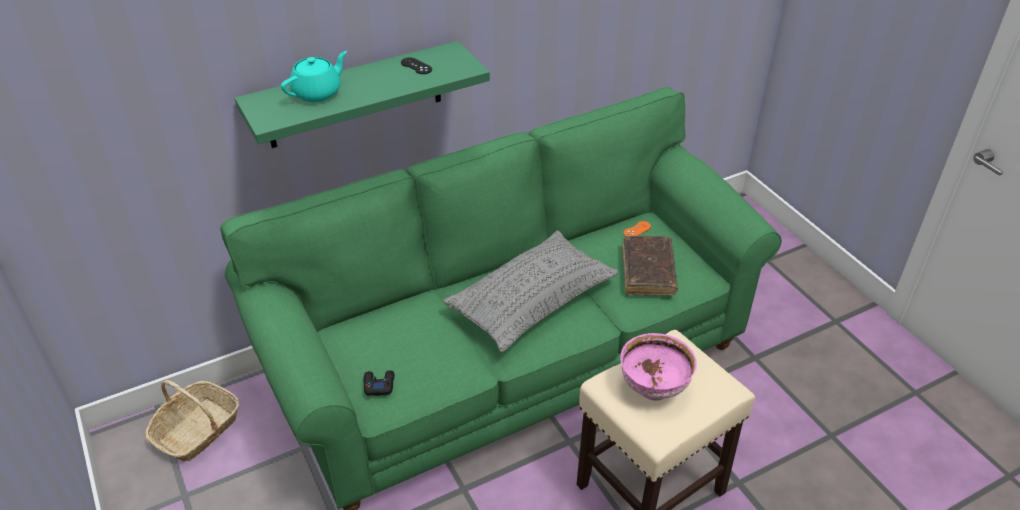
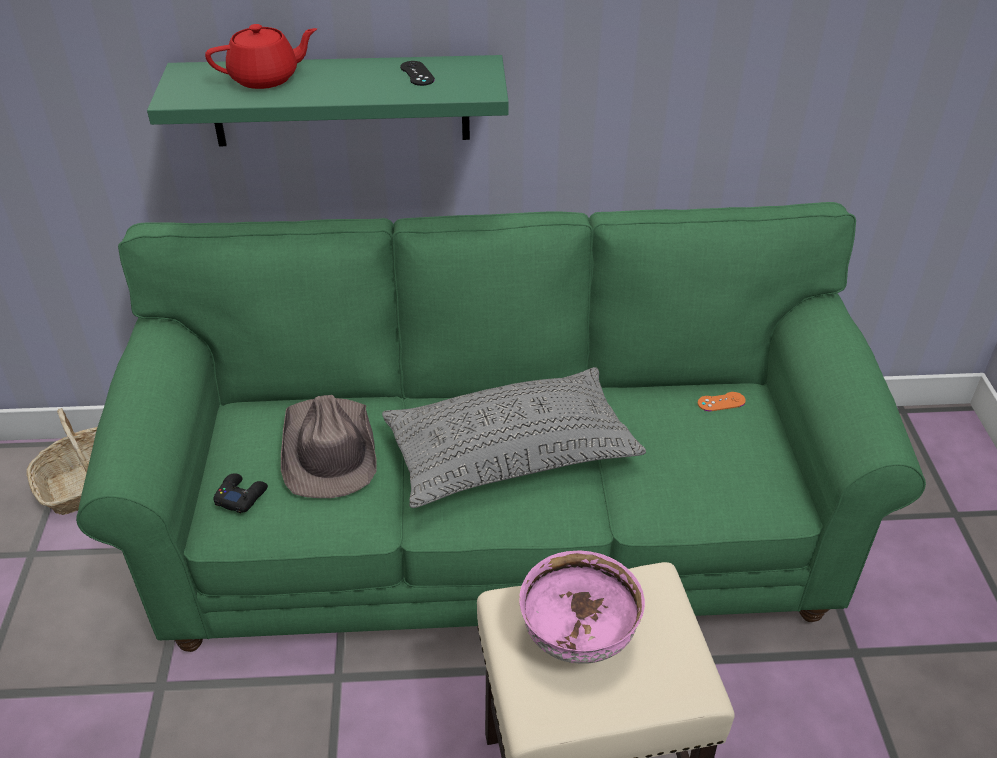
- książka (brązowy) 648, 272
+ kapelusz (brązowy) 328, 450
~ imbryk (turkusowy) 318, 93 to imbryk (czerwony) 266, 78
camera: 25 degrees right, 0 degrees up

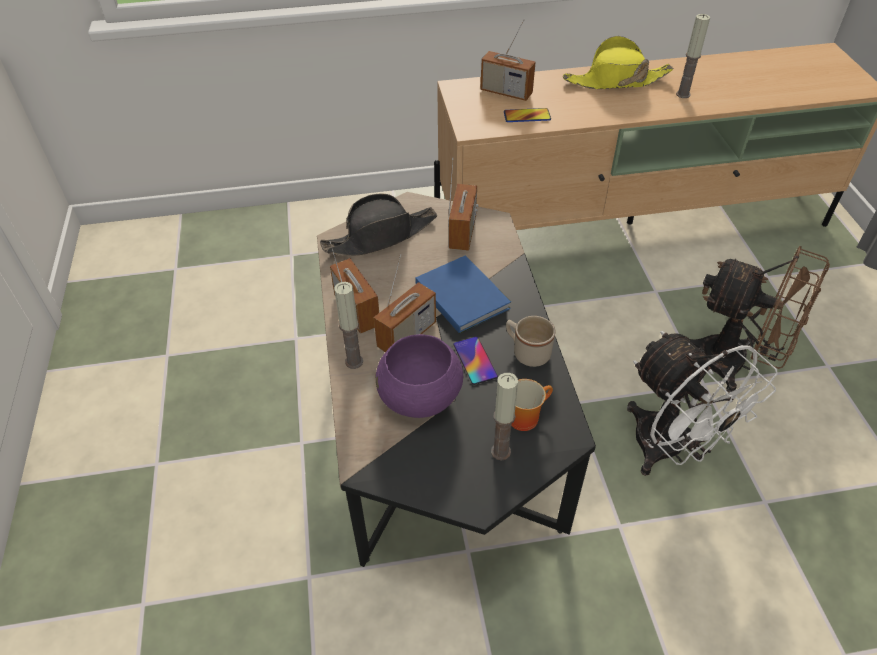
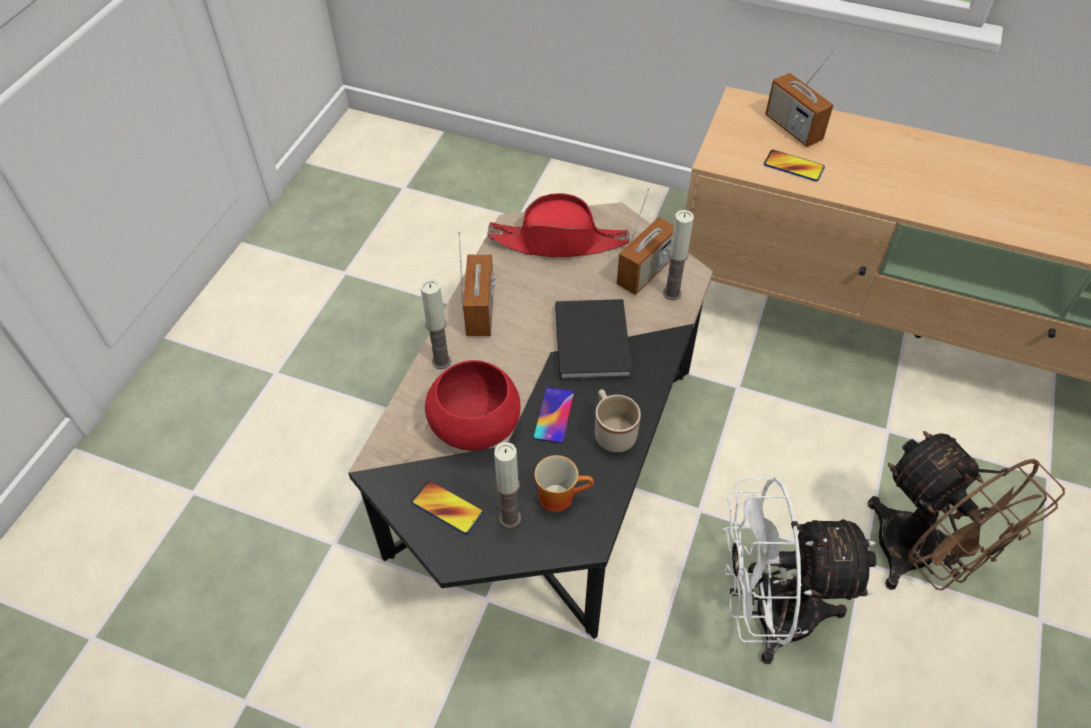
- radio 407, 335
- kapelusz (żółty) 616, 81
+ telefon 447, 508
~ świeca 683, 94 to 672, 293
~ kapelusz (czarny) 381, 236 to kapelusz (czerwony) 559, 241
~ miska (fioletowy) 421, 398 to miska (czerwony) 475, 427
~ książka (niebieski) 462, 294 to książka (czarny) 593, 340
~ wentylator (biały) 670, 450 = 766, 613 90 degrees clockwise
camera: 30 degrees right, 5 degrees up

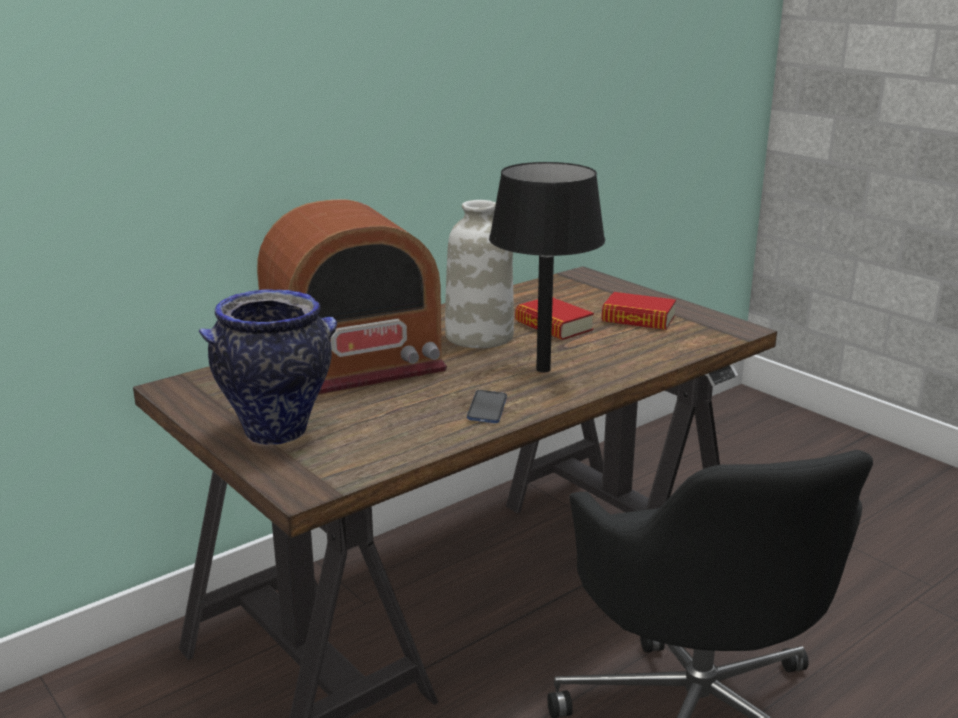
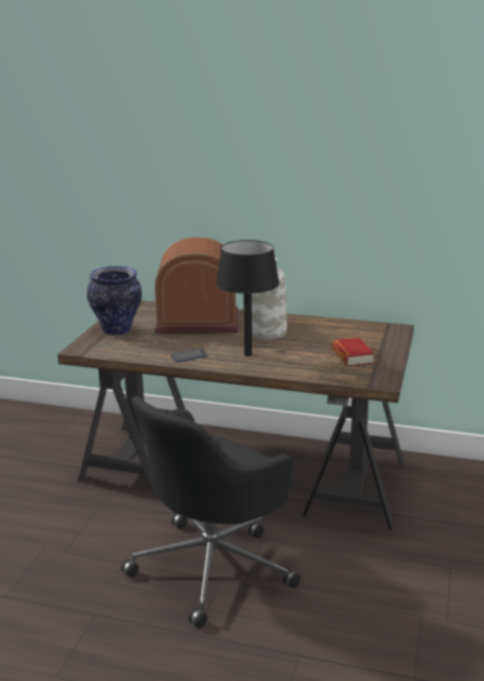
- książka 553, 326
~ radio 352, 363 = 197, 321 150 degrees clockwise
camera: 55 degrees right, 0 degrees up

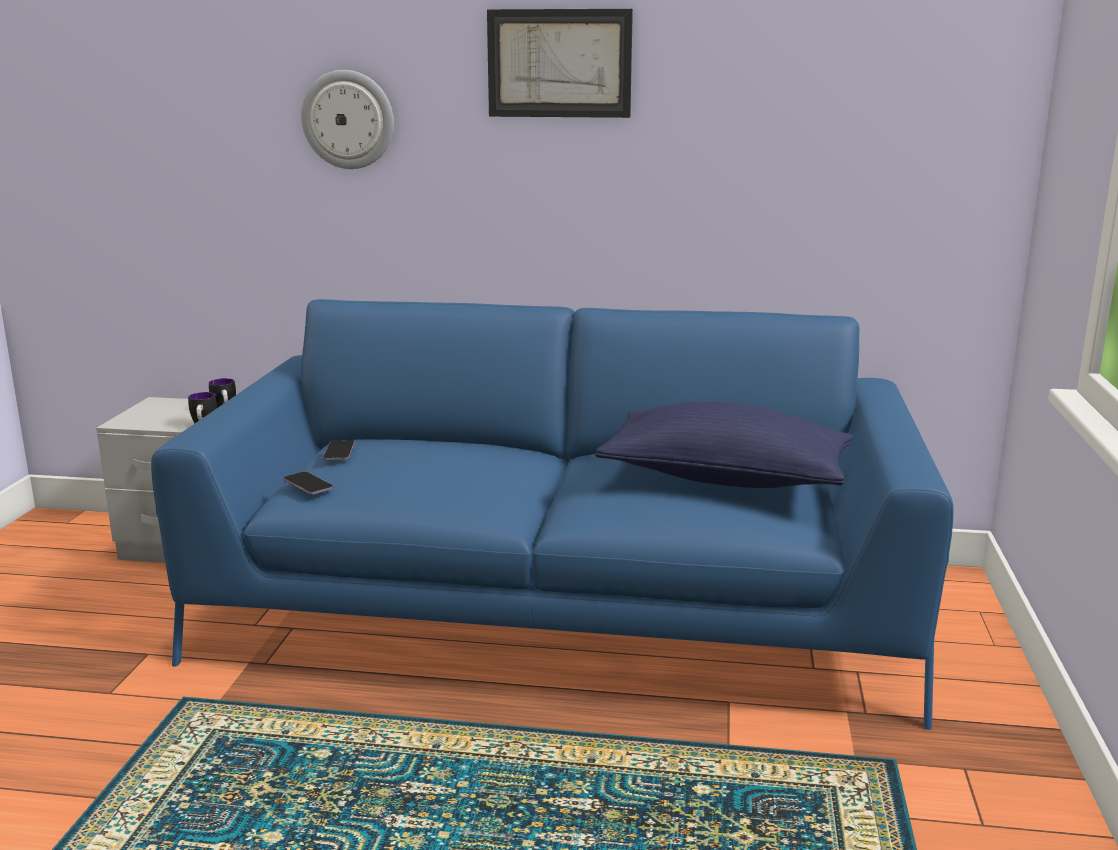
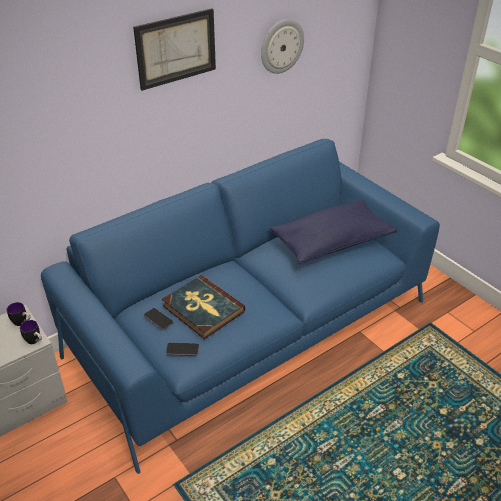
+ książka 203, 309
~ zegar ścienny 348, 119 to 281, 46
camera: 45 degrees left, 20 degrees up

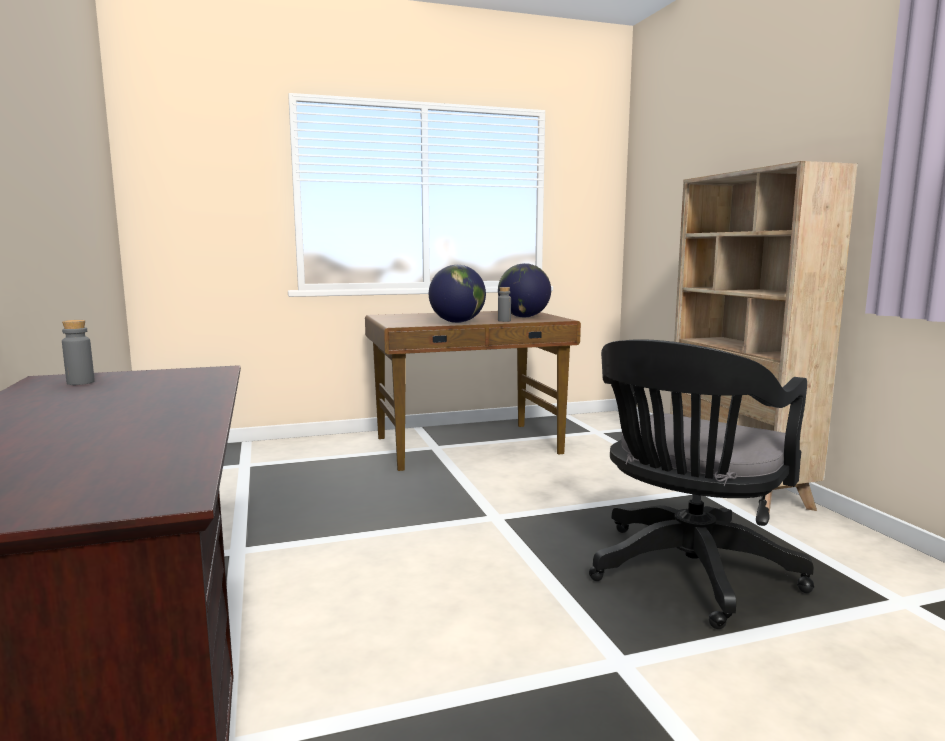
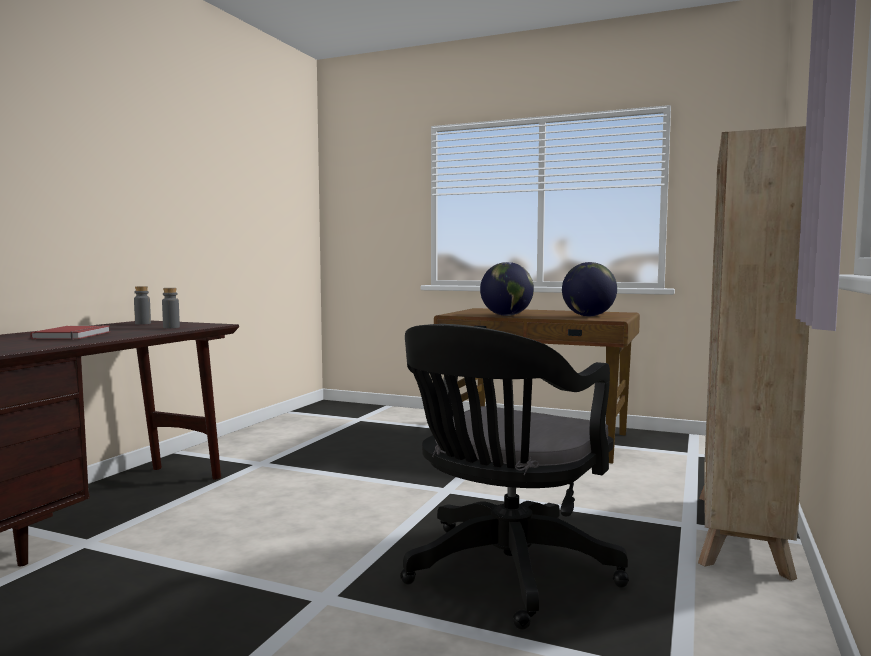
+ książka (czerwony) 75, 335
~ butelka (szary) 504, 321 to 171, 327
~ krzesło biurowe (czarny) 687, 575 = 504, 574 45 degrees counterclockwise
camera: 40 degrees right, 5 degrees down

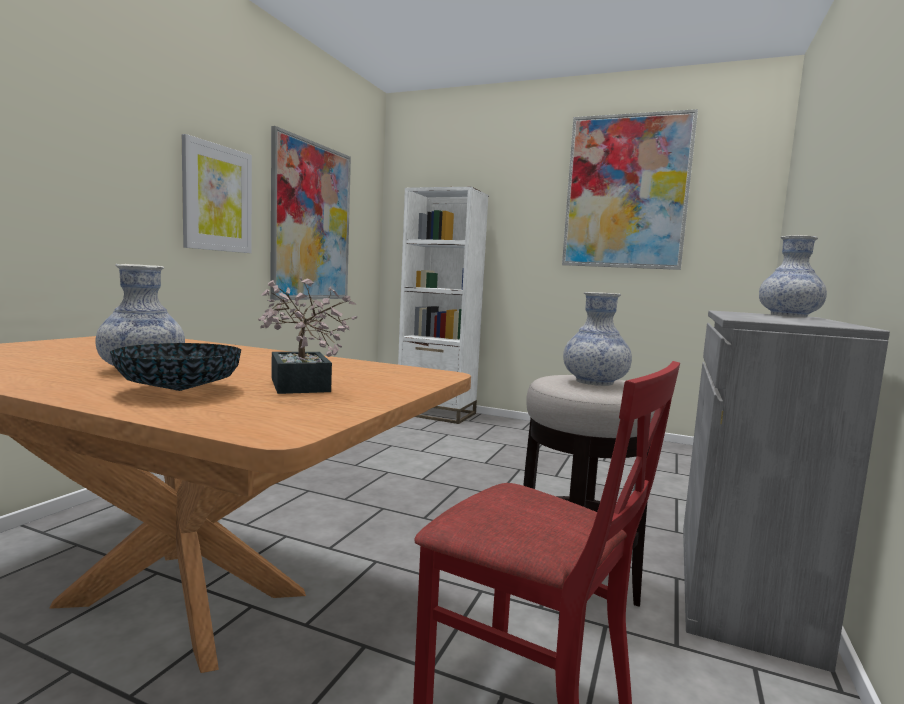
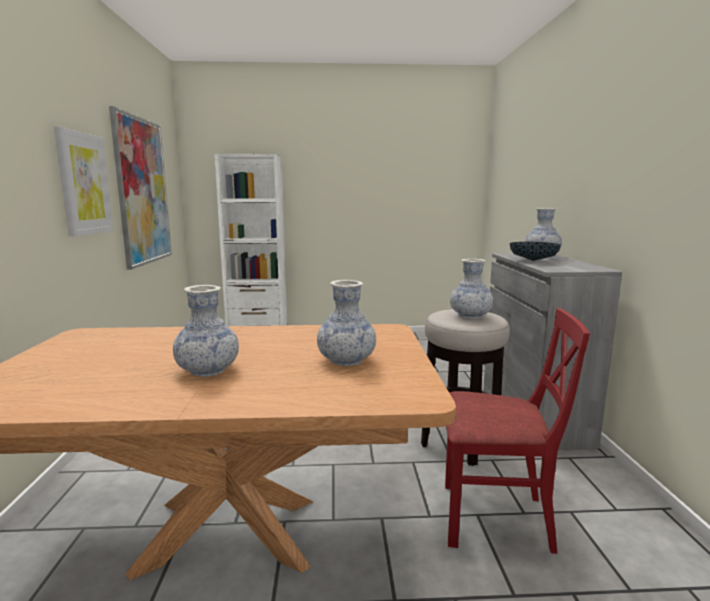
- obraz 626, 192
~ miska 179, 390 to 533, 260
~ roślina doniczkowa 300, 387 to wazon 346, 360
camera: 25 degrees left, 5 degrees up

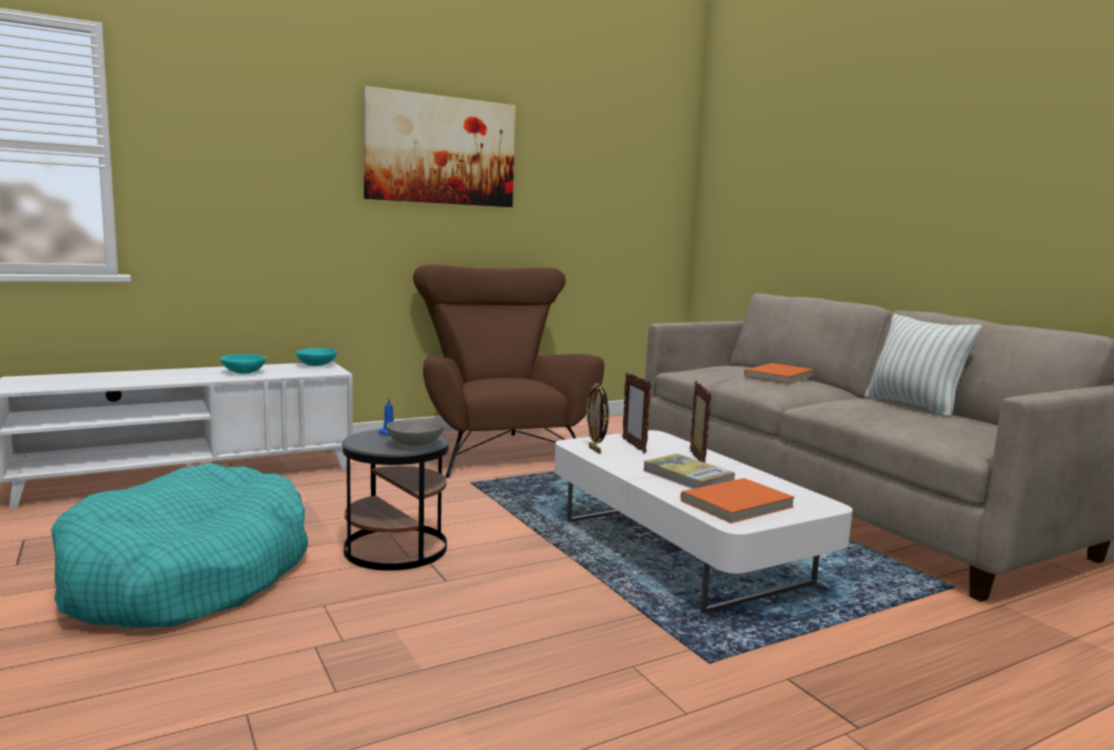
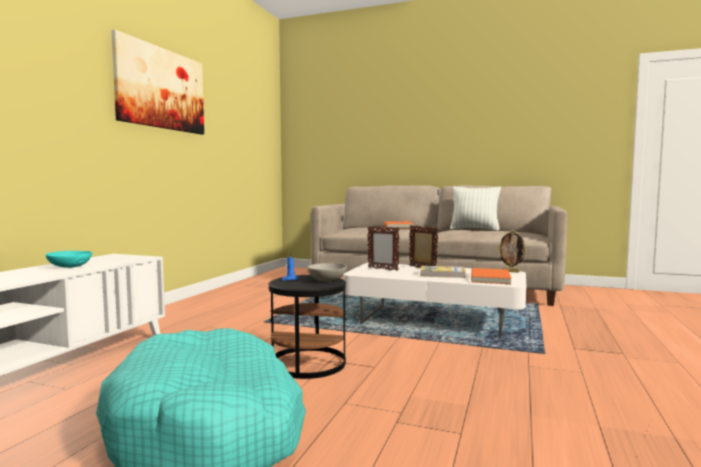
- miska (turkusowy) 317, 365
- fotel (brązowy) 498, 449
~ ramka na zdjęcie 595, 450 to 511, 271
camera: 40 degrees left, 5 degrees down

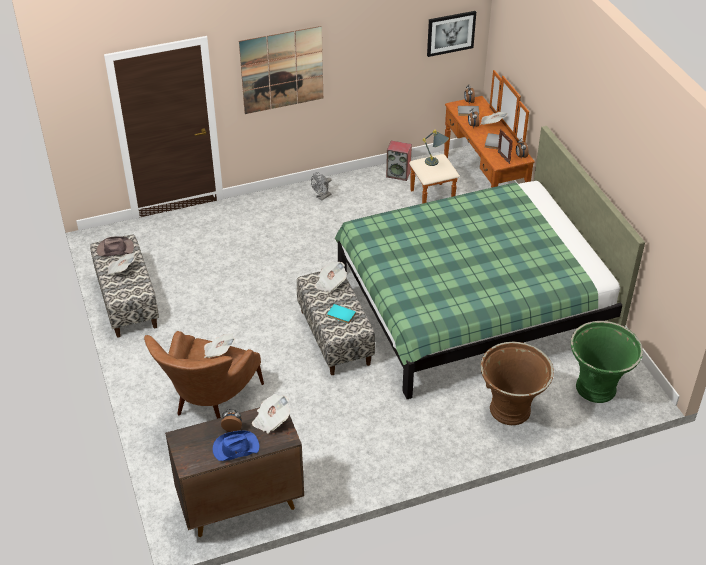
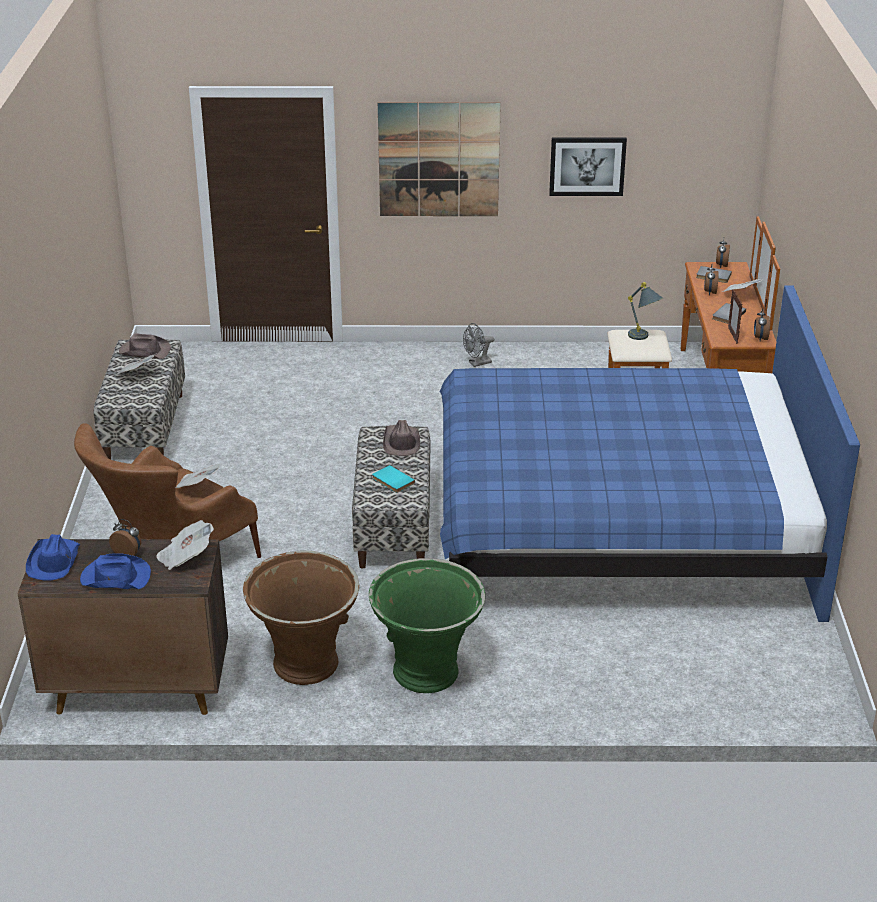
- głośnik 398, 174
+ kapelusz (niebieski) 53, 561
~ obraz 450, 33 to 587, 166
~ donica (brązowy) 510, 410 to 305, 665
~ donica (zielony) 597, 388 to 427, 673
~ gazeta 330, 283 to kapelusz (brązowy) 401, 442
~ łóżko (zielony) 473, 302 to łóżko (niebieski) 620, 526
camera: 20 degrees right, 10 degrees down

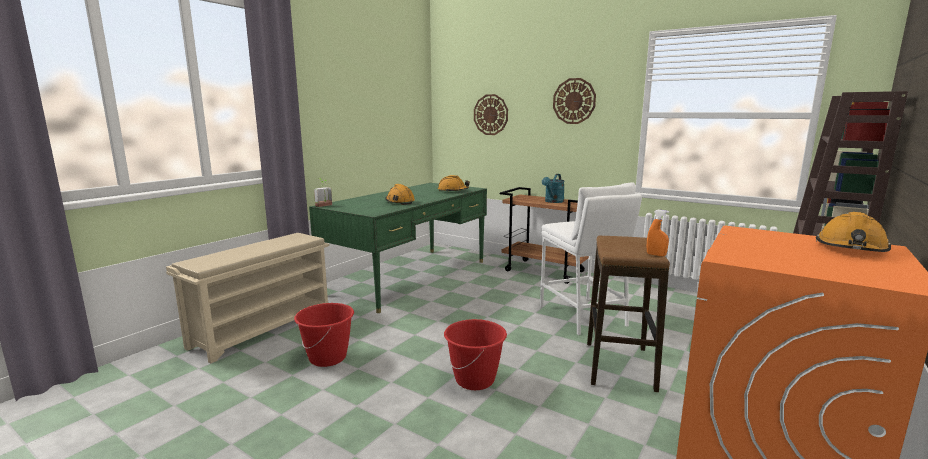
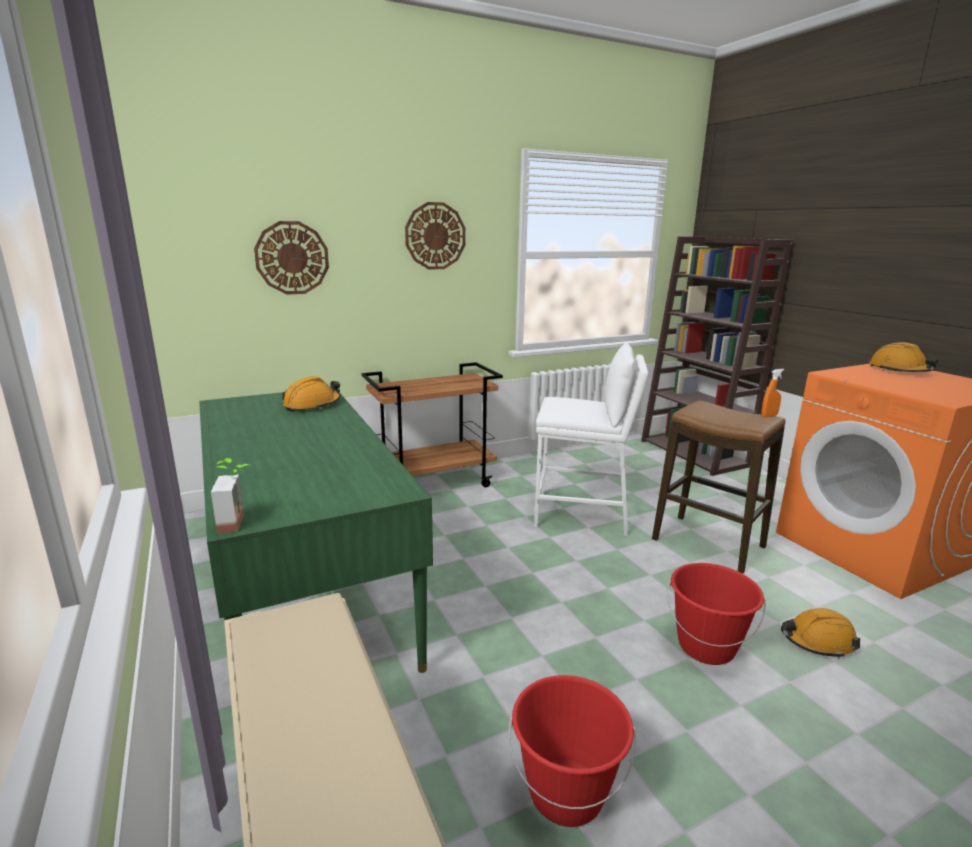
- konewka (turkusowy) 553, 201
~ kask (pomarańczowy) 399, 201 to 817, 641
camera: 60 degrees left, 5 degrees up

